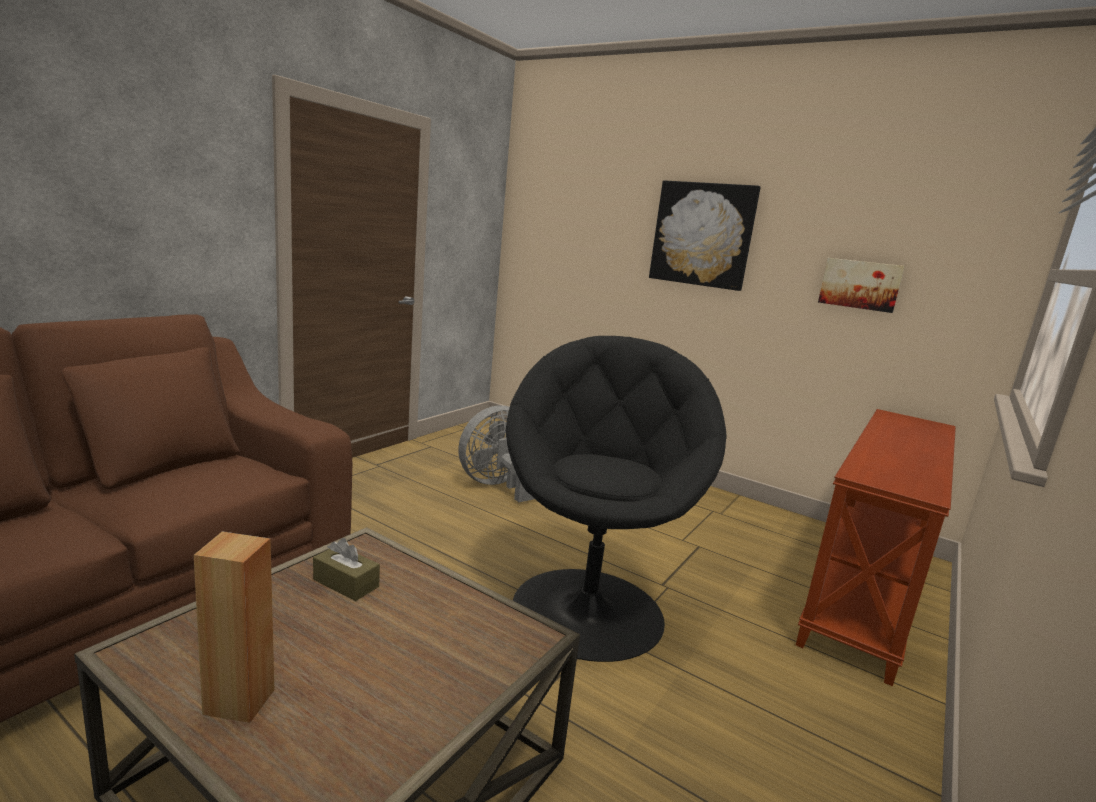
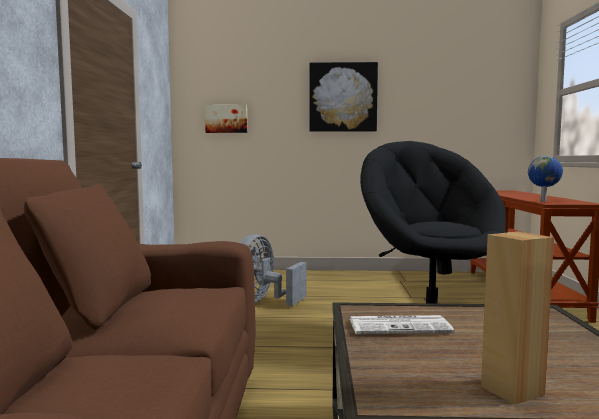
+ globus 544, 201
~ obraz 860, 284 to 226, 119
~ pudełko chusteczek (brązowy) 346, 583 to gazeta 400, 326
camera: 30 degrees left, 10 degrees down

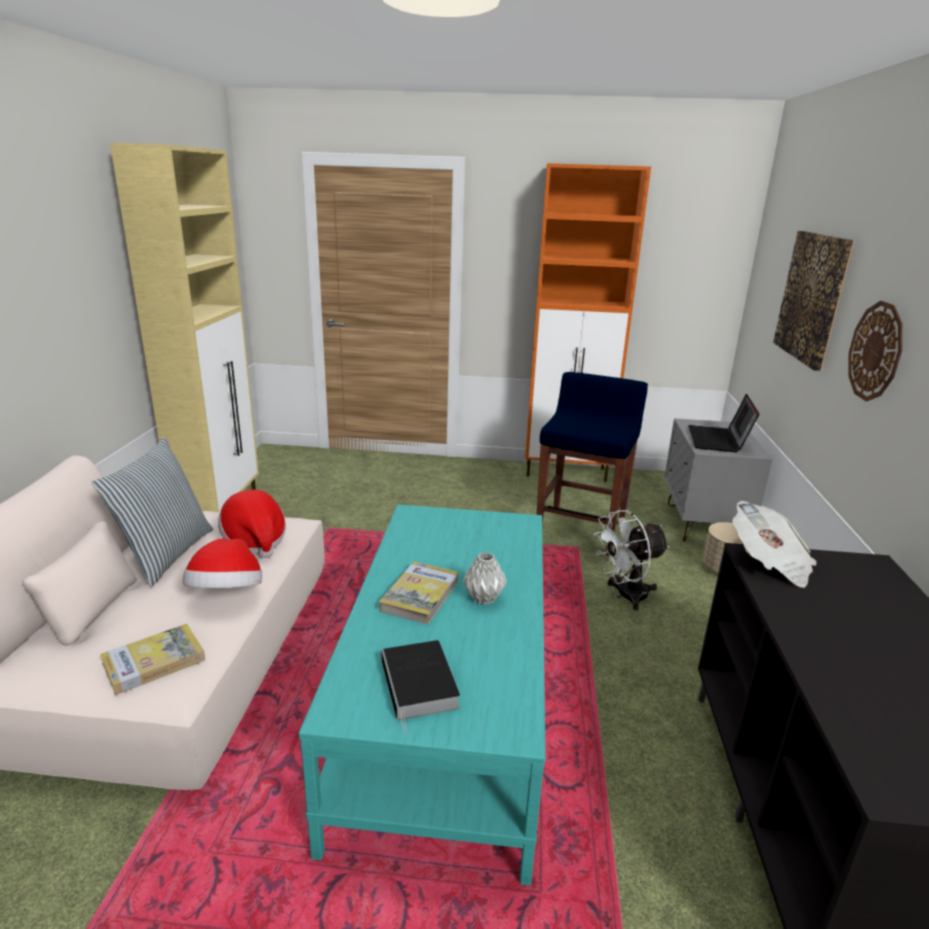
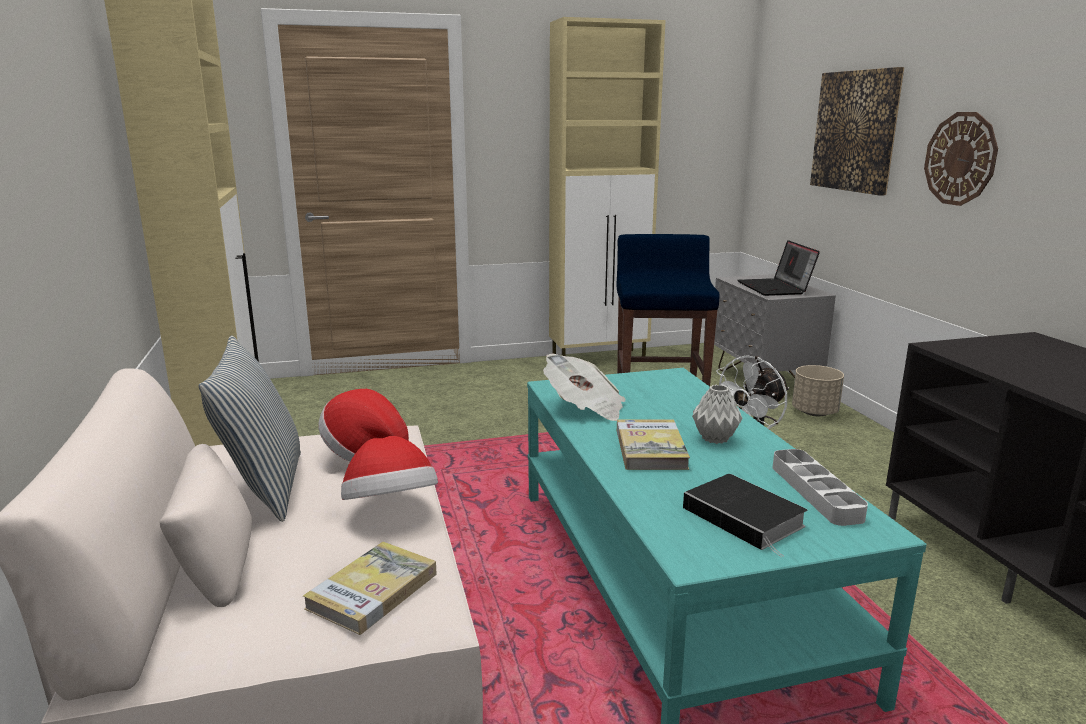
+ taca (szary) 815, 492
~ gazeta 770, 563 to 585, 408
~ szafka (pomarańczowy) 567, 472 to szafka (beżowy) 600, 358
camera: 20 degrees left, 5 degrees down

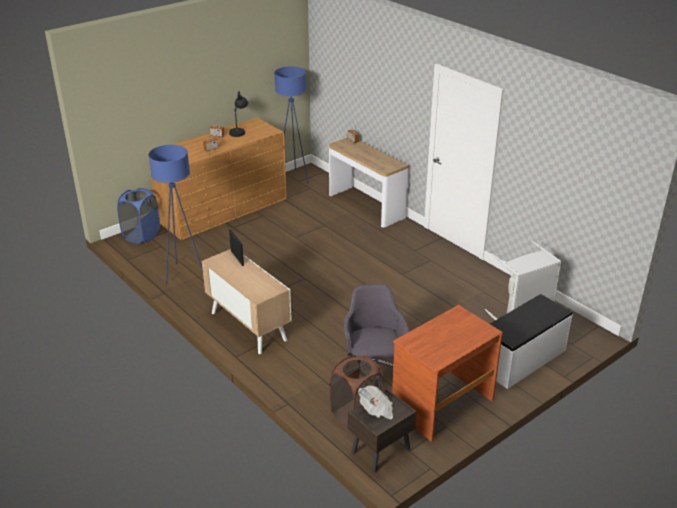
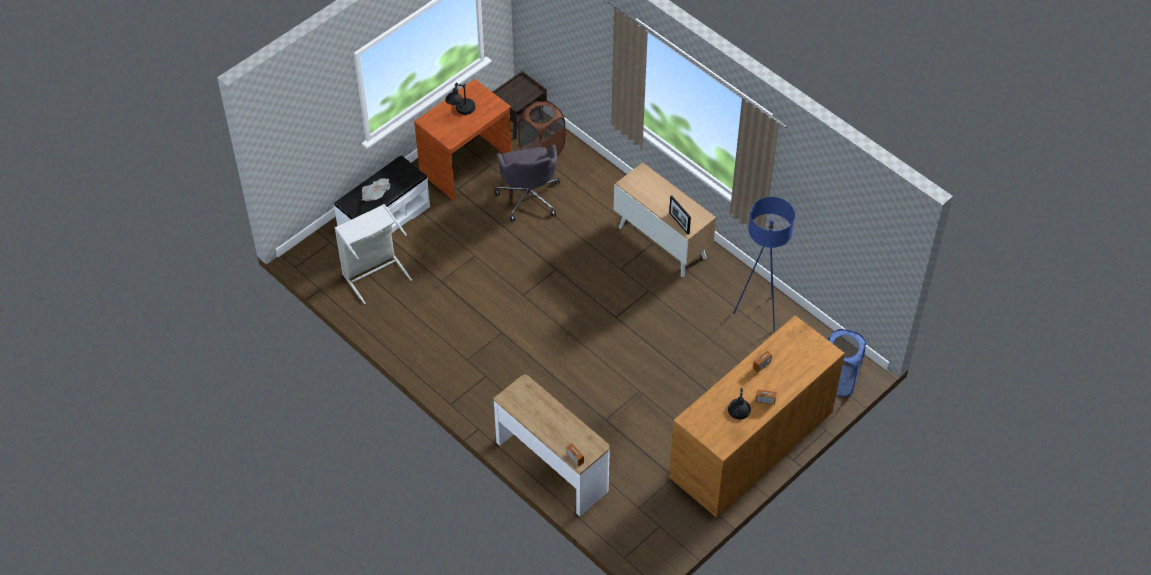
- lampa stojąca (niebieski) 293, 178
+ lampa stołowa (czarny) 461, 113
~ gazeta 376, 410 to 375, 195
camera: 175 degrees right, 20 degrees up

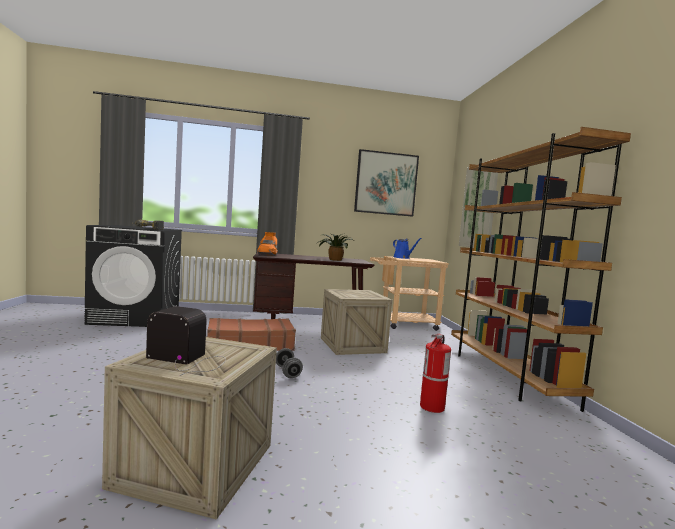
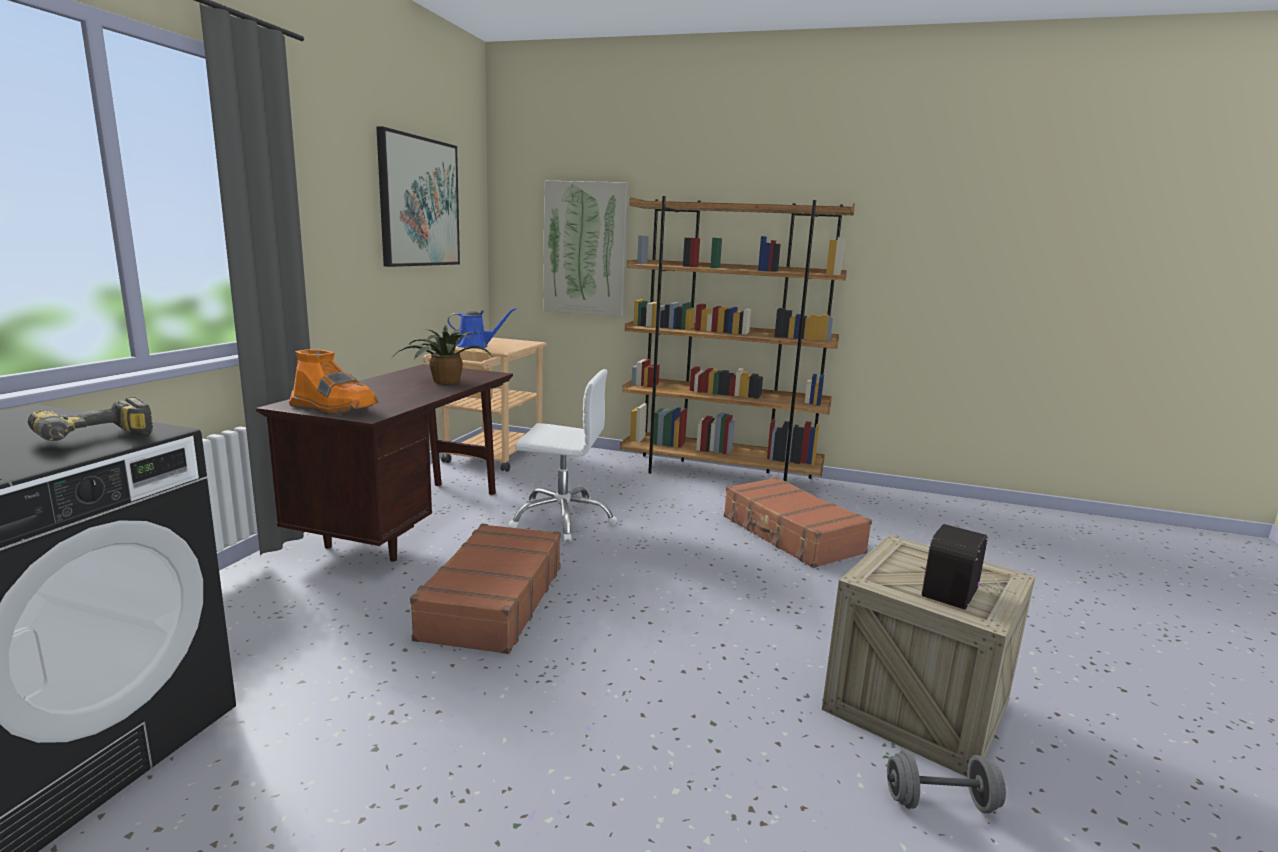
~ hantel (szary) 287, 372 to 940, 802
~ skrzynka 352, 345 to krzesło biurowe (biały) 562, 519
~ gaśnica 432, 407 to walizka (brązowy) 790, 535
camera: 65 degrees left, 10 degrees up

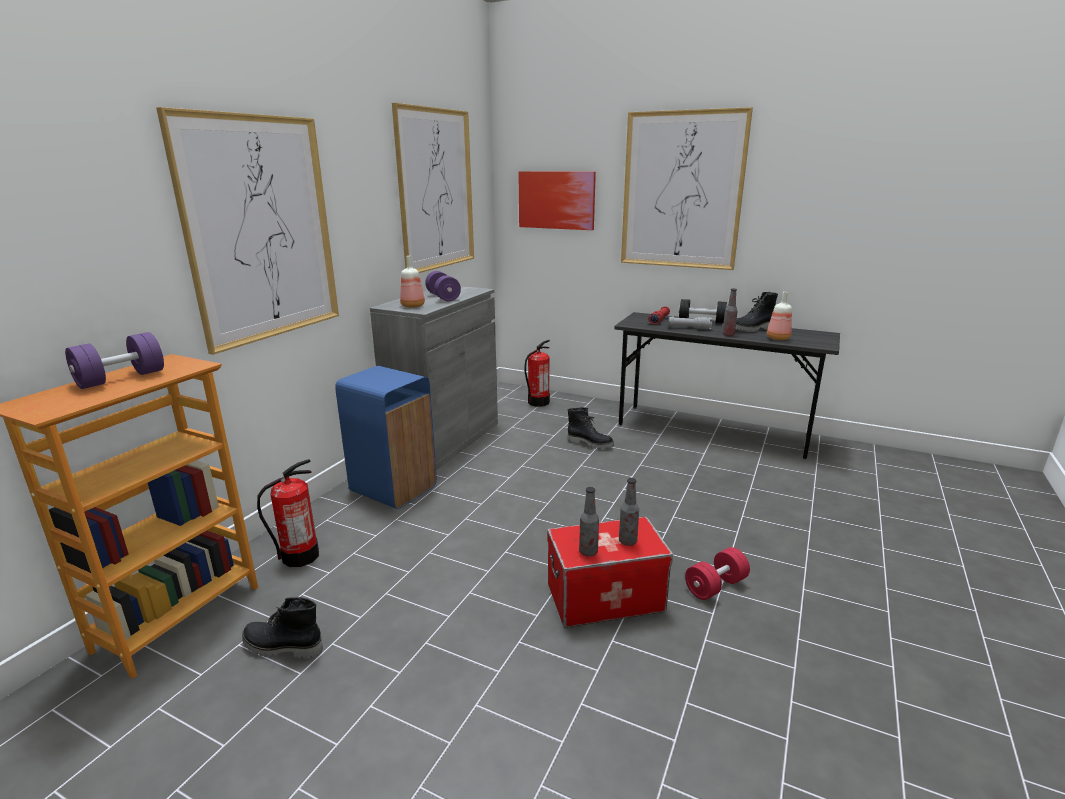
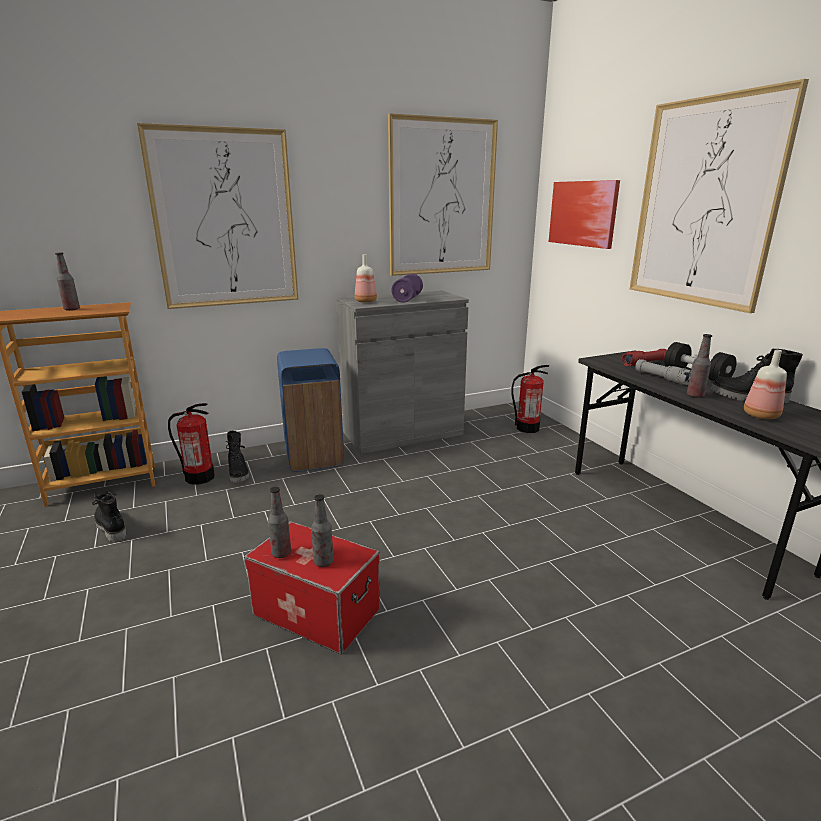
- hantel (czerwony) 715, 586
~ but z cholewką (czarny) 590, 443 to 239, 473
~ hantel (fioletowy) 121, 379 to butelka 72, 309
camera: 40 degrees right, 0 degrees up

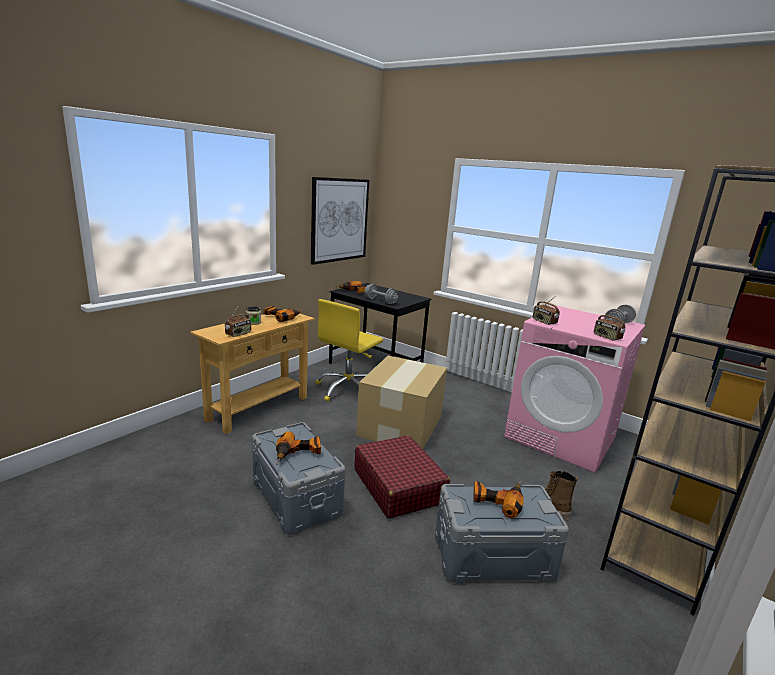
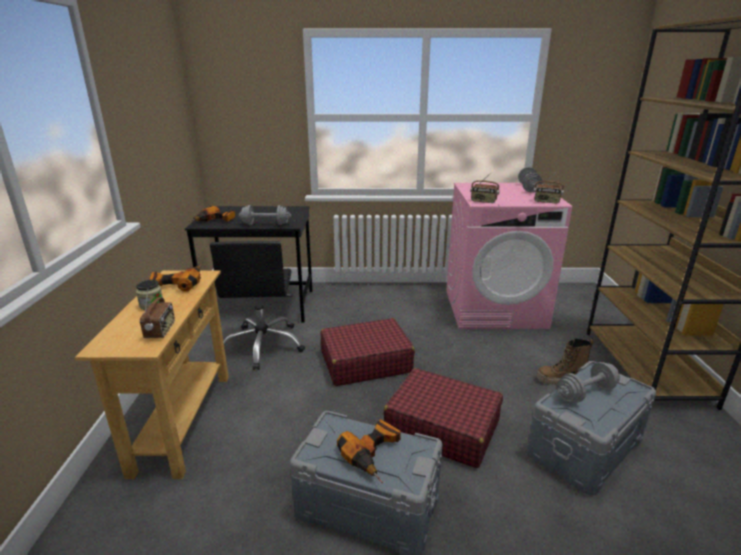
- obraz 339, 220
~ karton 399, 426 to walizka (czerwony) 365, 362
~ wiertarka 497, 500 to hantel (szary) 585, 393
~ krzesło biurowe (żółty) 347, 389 to krzesło biurowe (czarny) 263, 345
camera: 35 degrees left, 5 degrees up

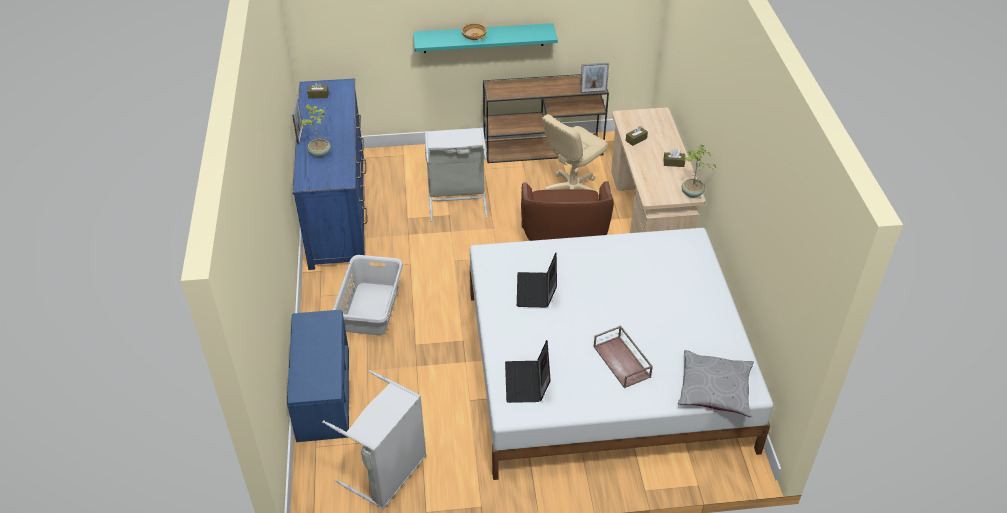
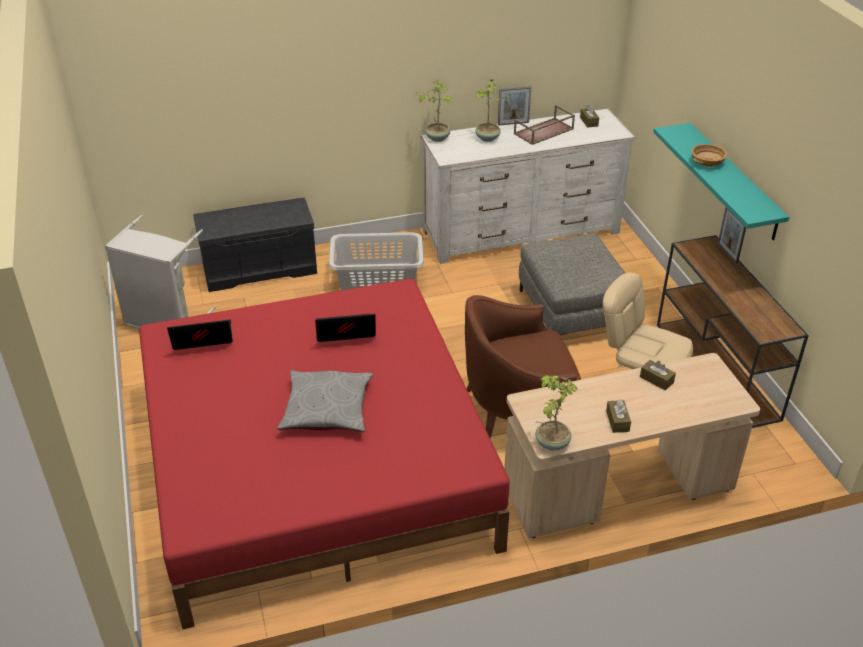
+ roślina doniczkowa 437, 138
~ ramka na zdjęcie 593, 91 to 727, 253
~ taca (brązowy) 622, 362 to 543, 132
~ poduszka (szary) 715, 389 to 327, 410
~ kosz na pranie (szary) 457, 200 to pufa (szary) 572, 311
~ ławka (niebieski) 322, 393 to ławka (szary) 260, 268
~ komoda (niebieski) 337, 209 to komoda (biały) 521, 232
~ łóżko (biały) 604, 369 to łóżko (czerwony) 314, 464
camera: 80 degrees right, 5 degrees down

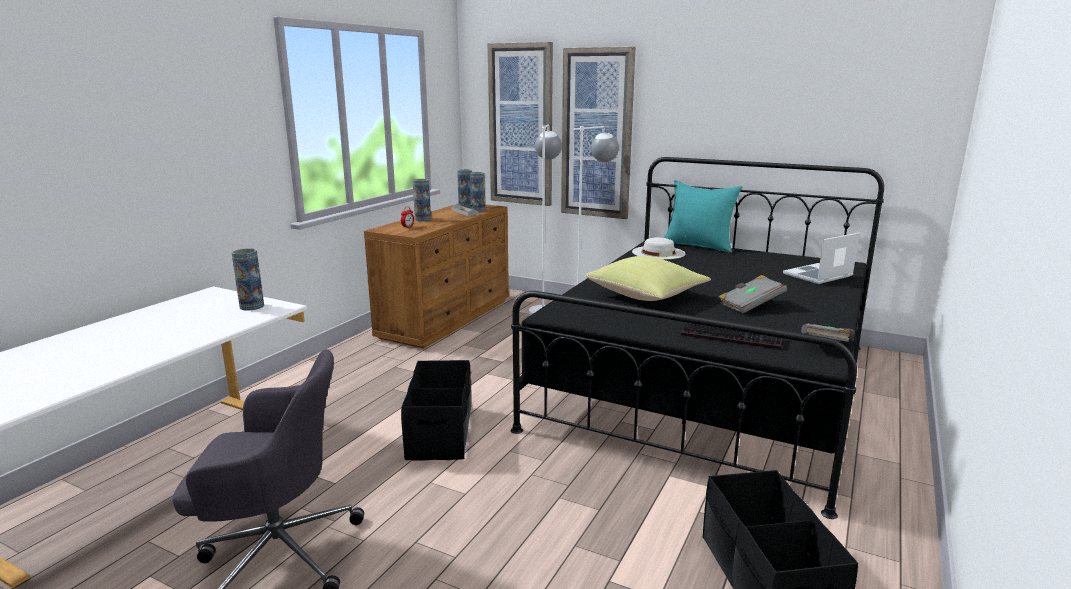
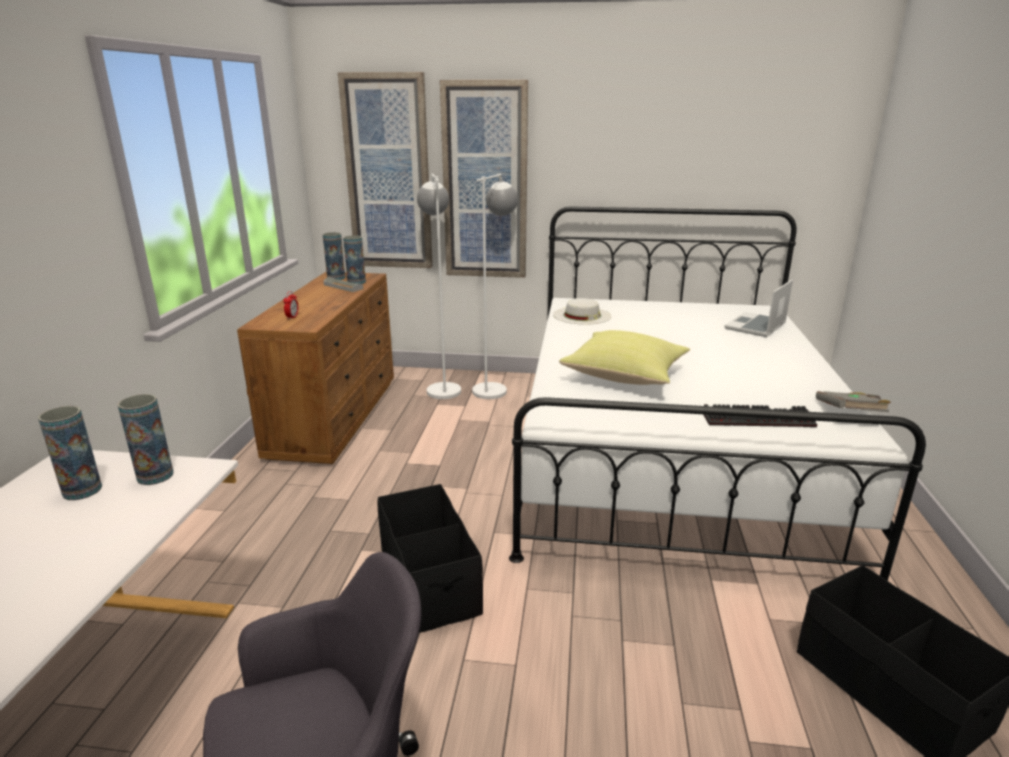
- poduszka (turkusowy) 699, 245
- książka (szary) 750, 305
~ wazon 423, 219 to 82, 490
~ łóżko (czarny) 707, 384 to łóżko (biały) 669, 455
camera: 20 degrees left, 5 degrees up

